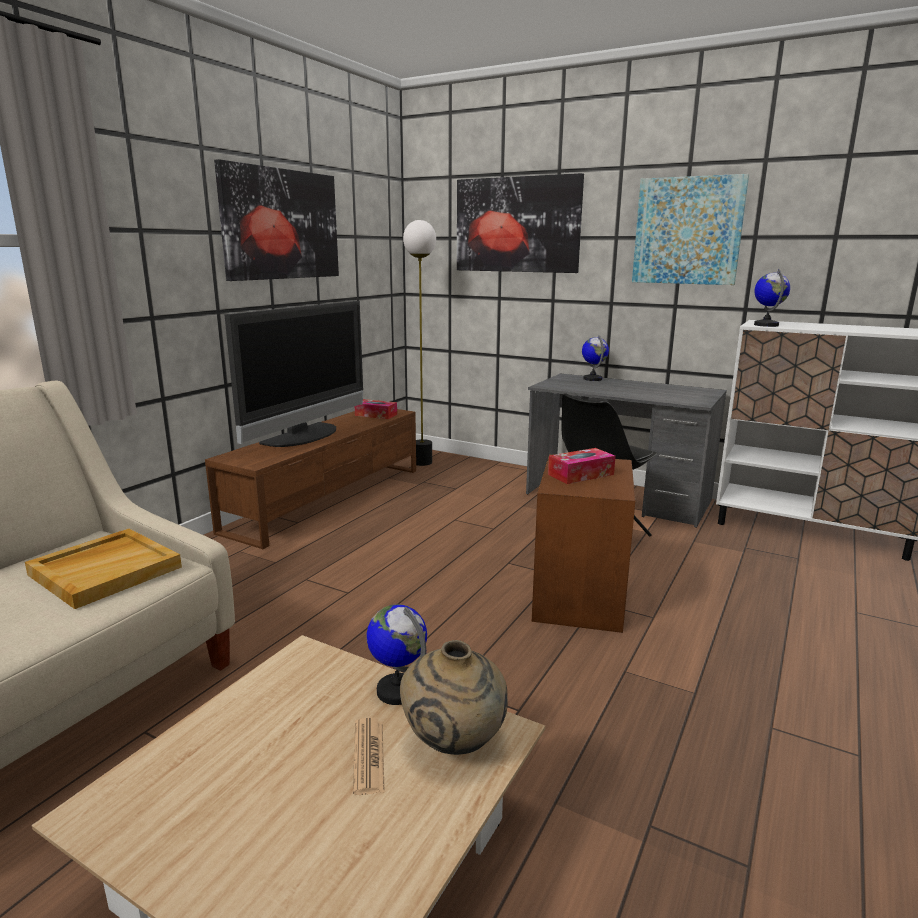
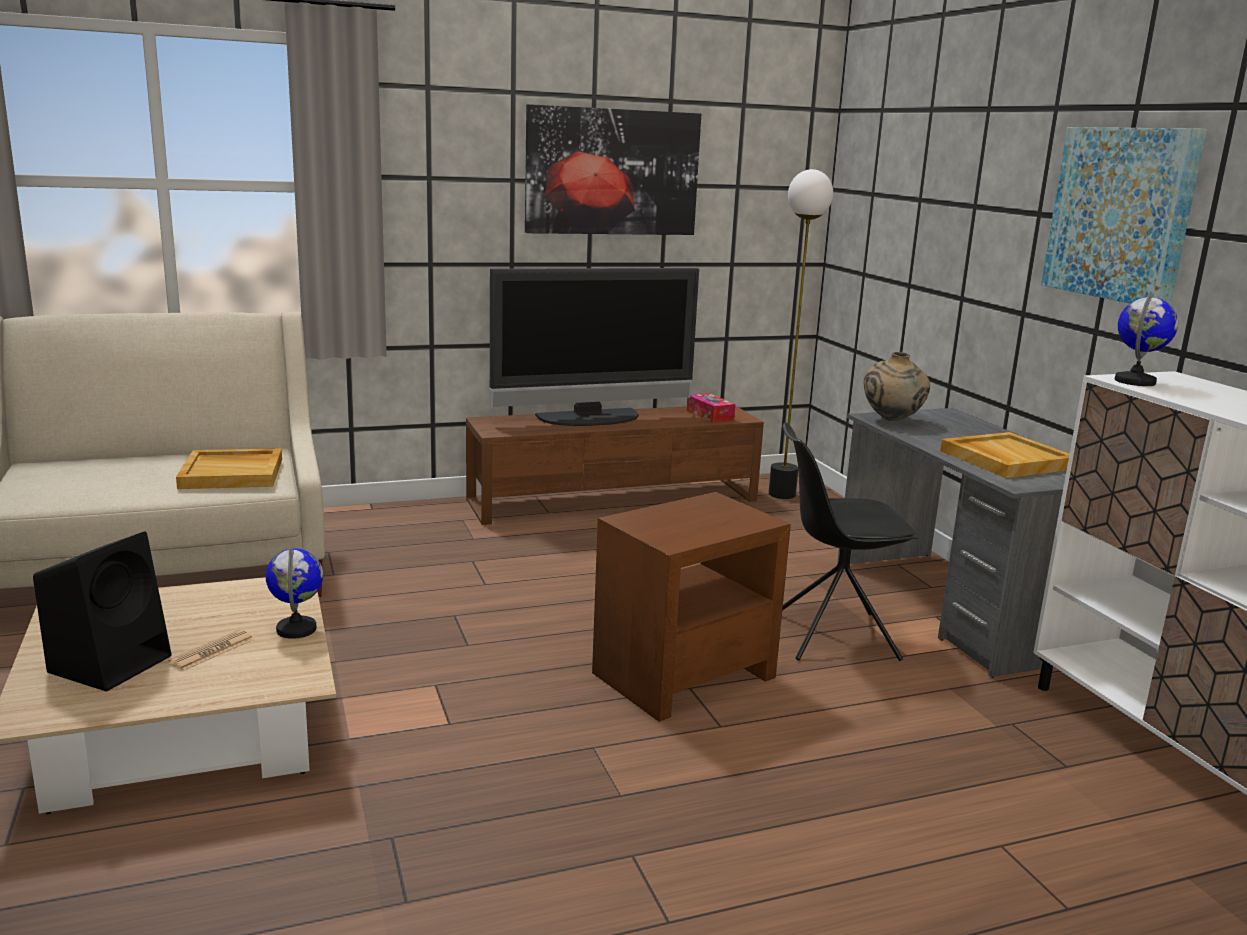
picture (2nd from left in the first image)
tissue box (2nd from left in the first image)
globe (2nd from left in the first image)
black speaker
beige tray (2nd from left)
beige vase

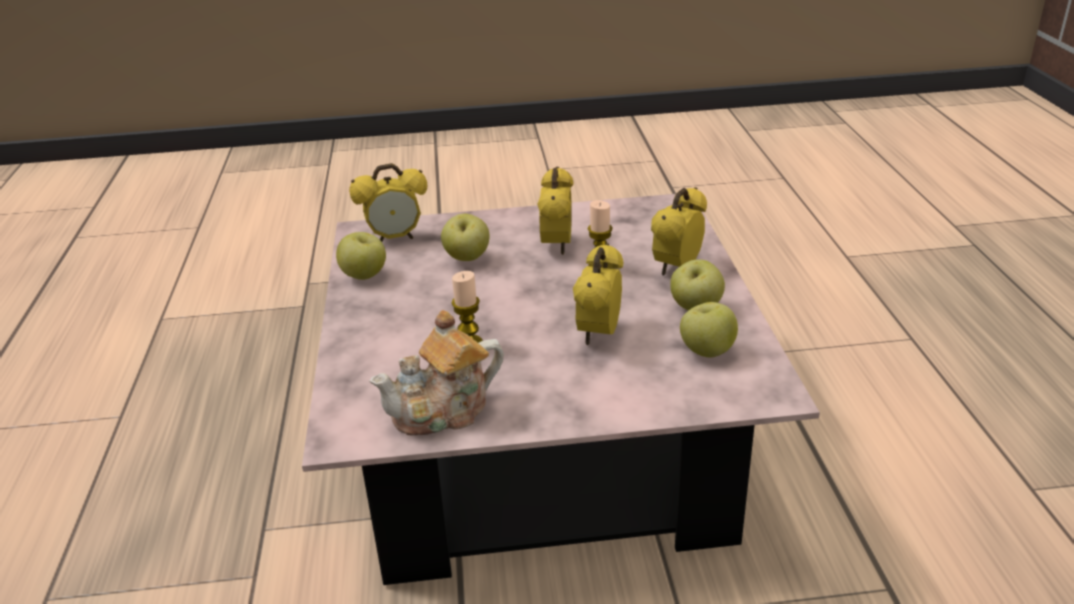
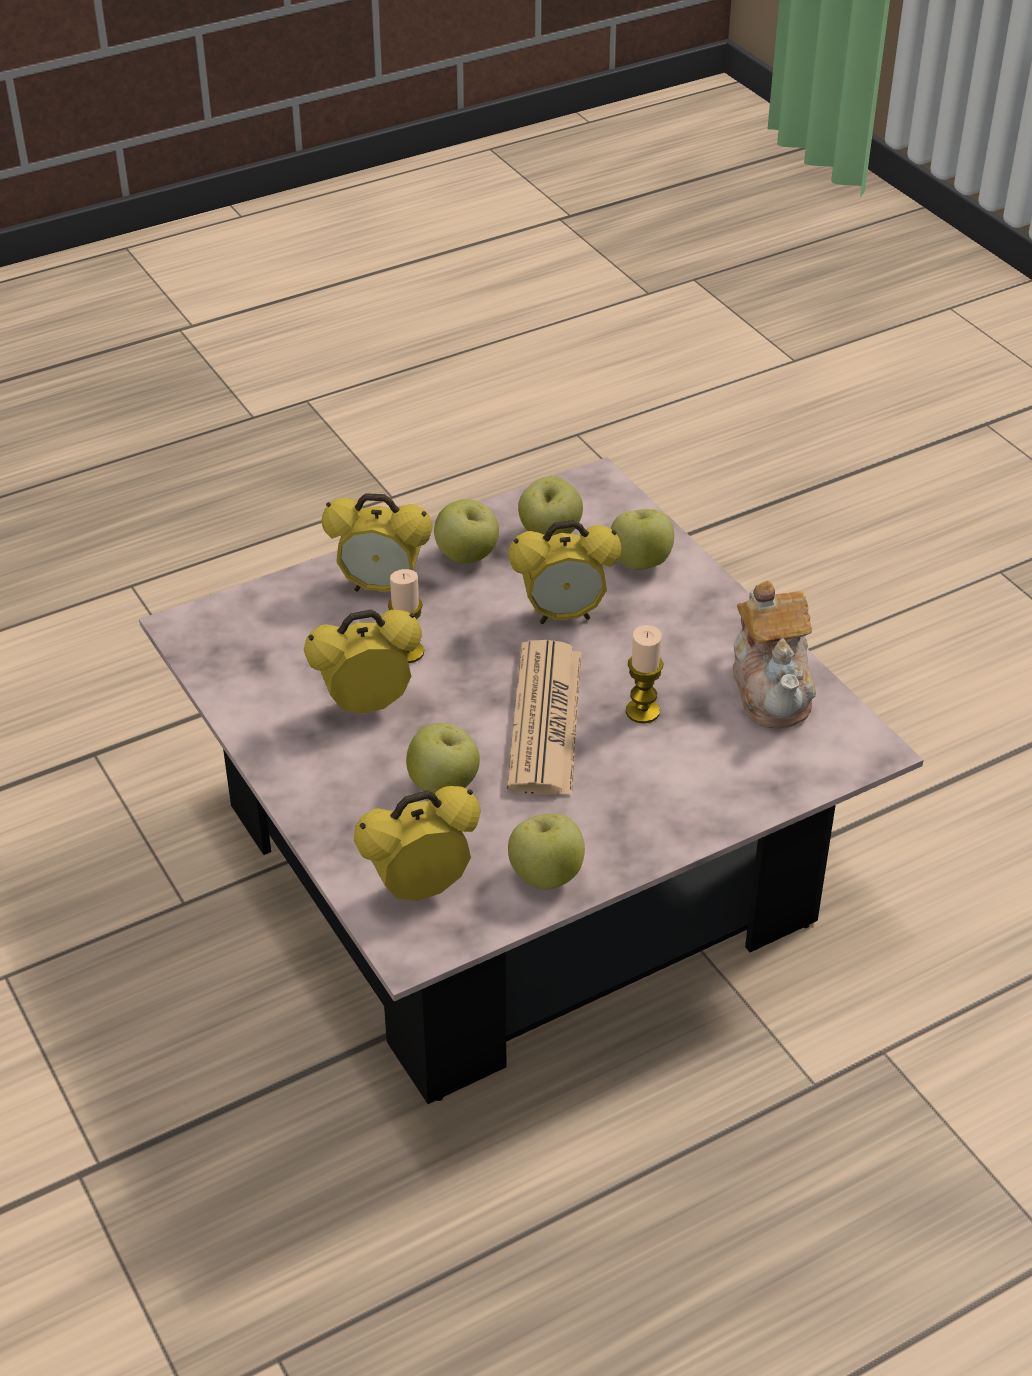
newspaper
apple (5th from left)
alarm clock (3rd from left)
teapot

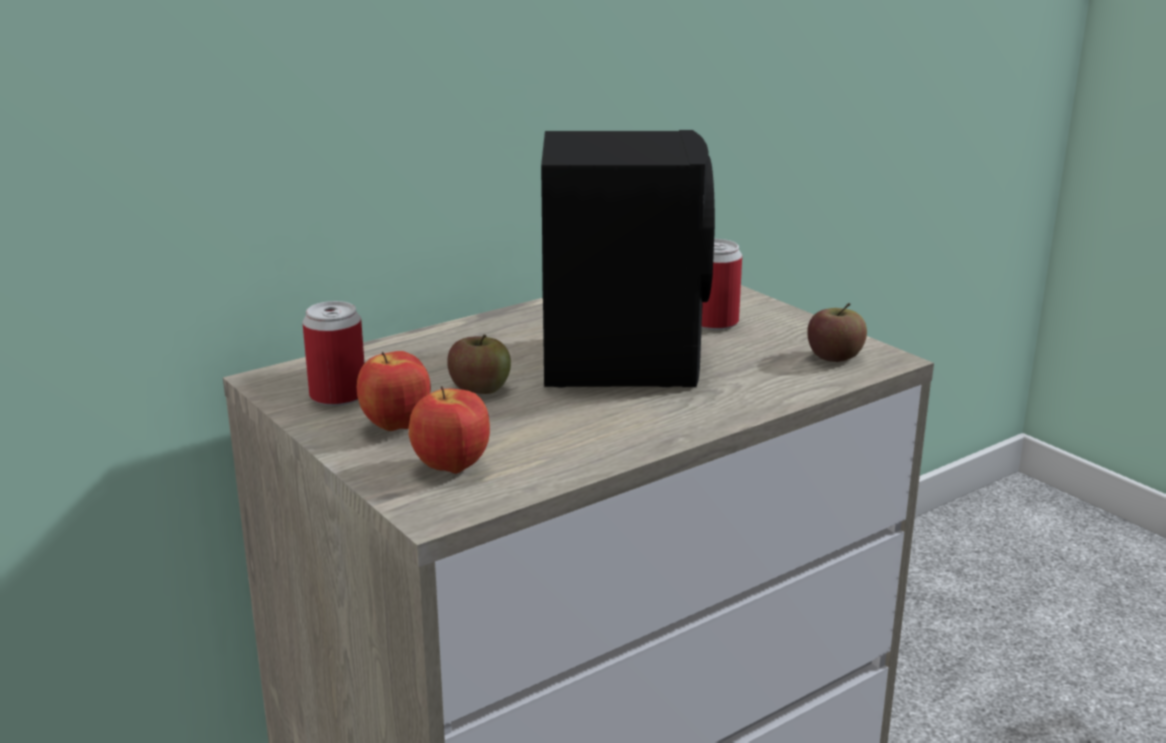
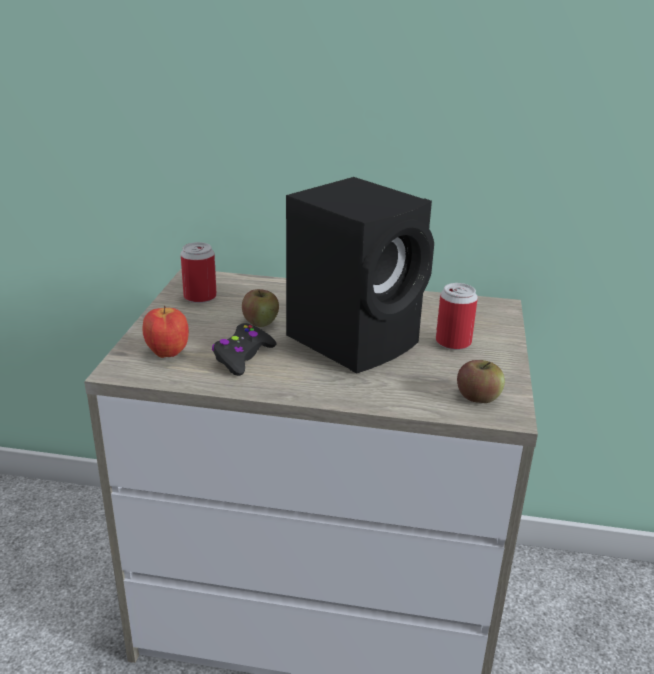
apple (1st from left in the first image)
black game controller

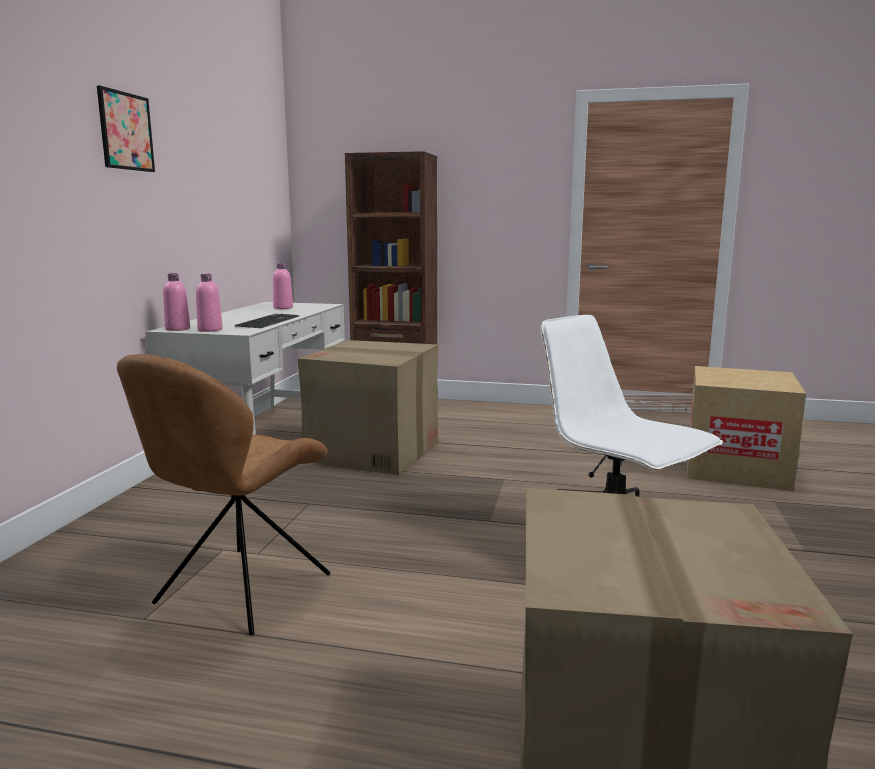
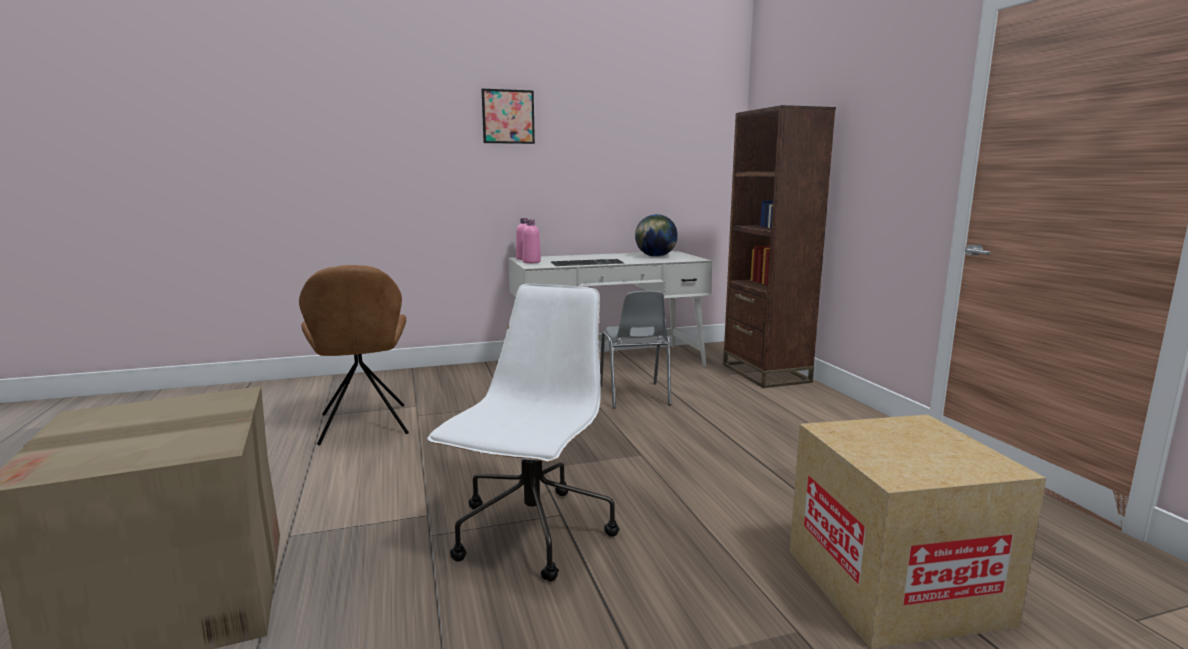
globe
grey chair
brown chair

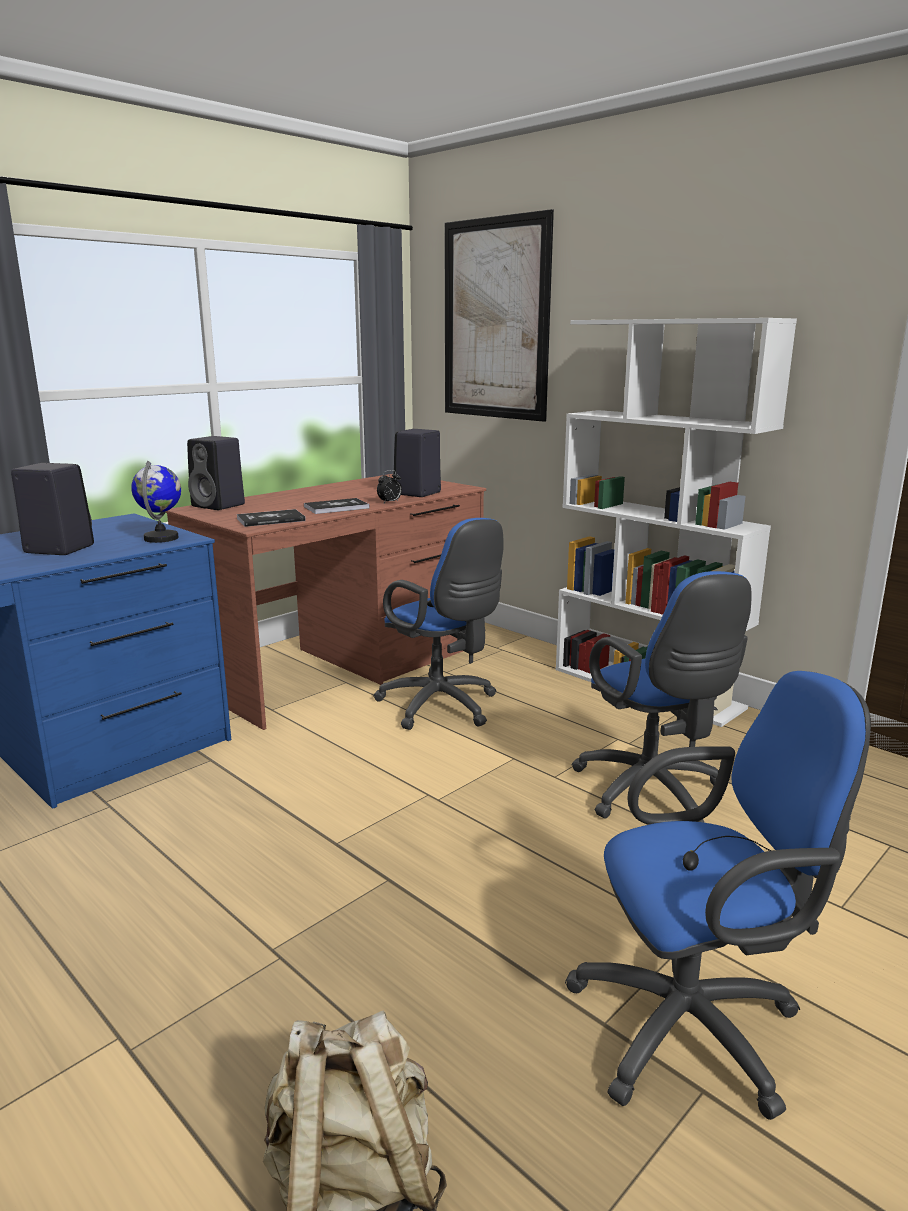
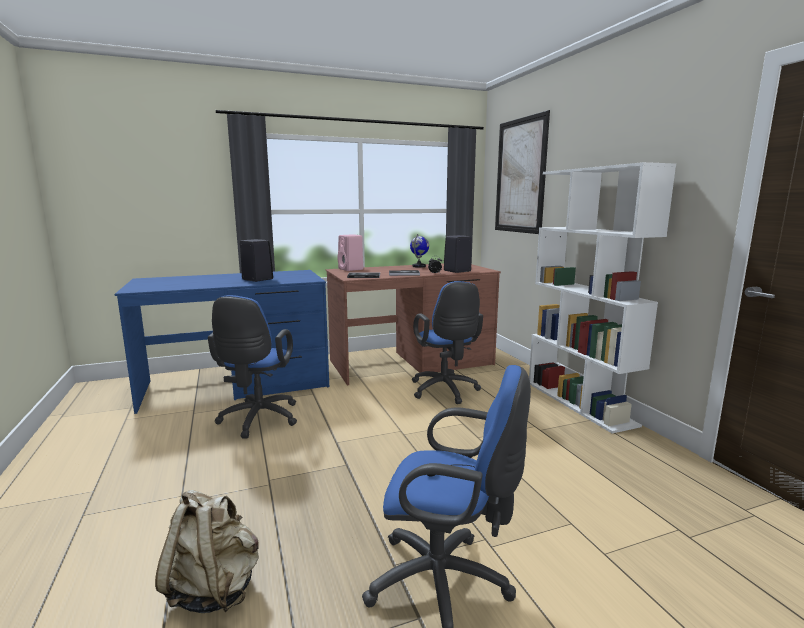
globe
blue office chair (1st from left)
pink speaker

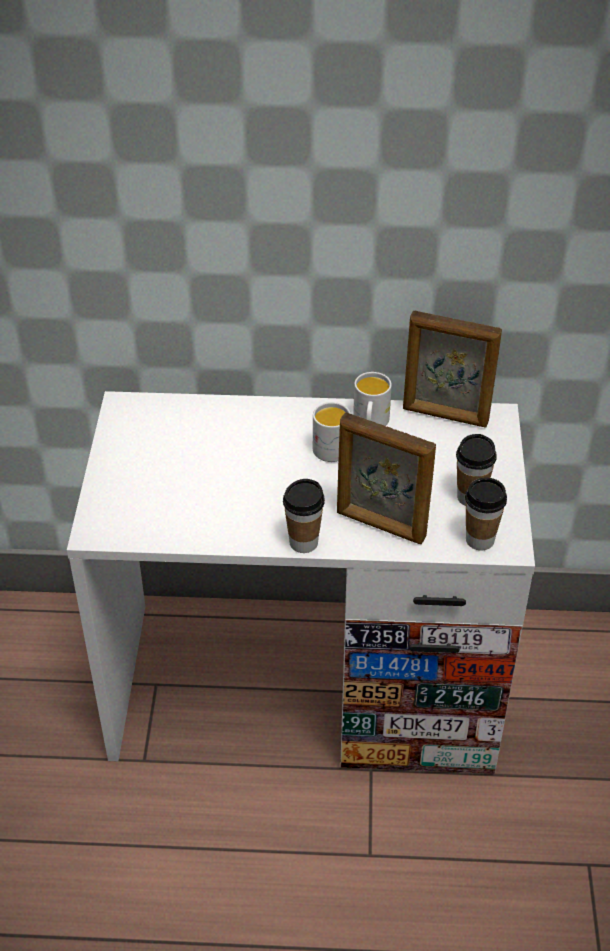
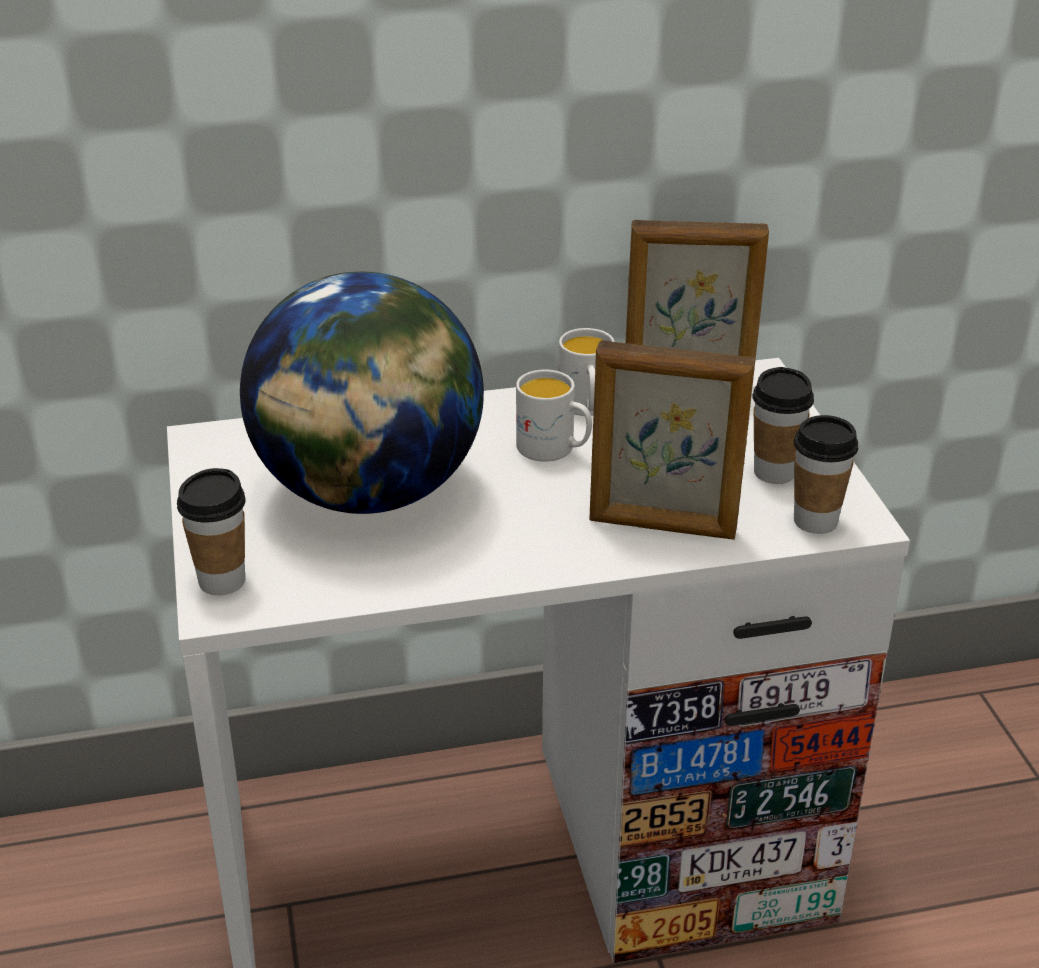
globe
cup (1st from left)

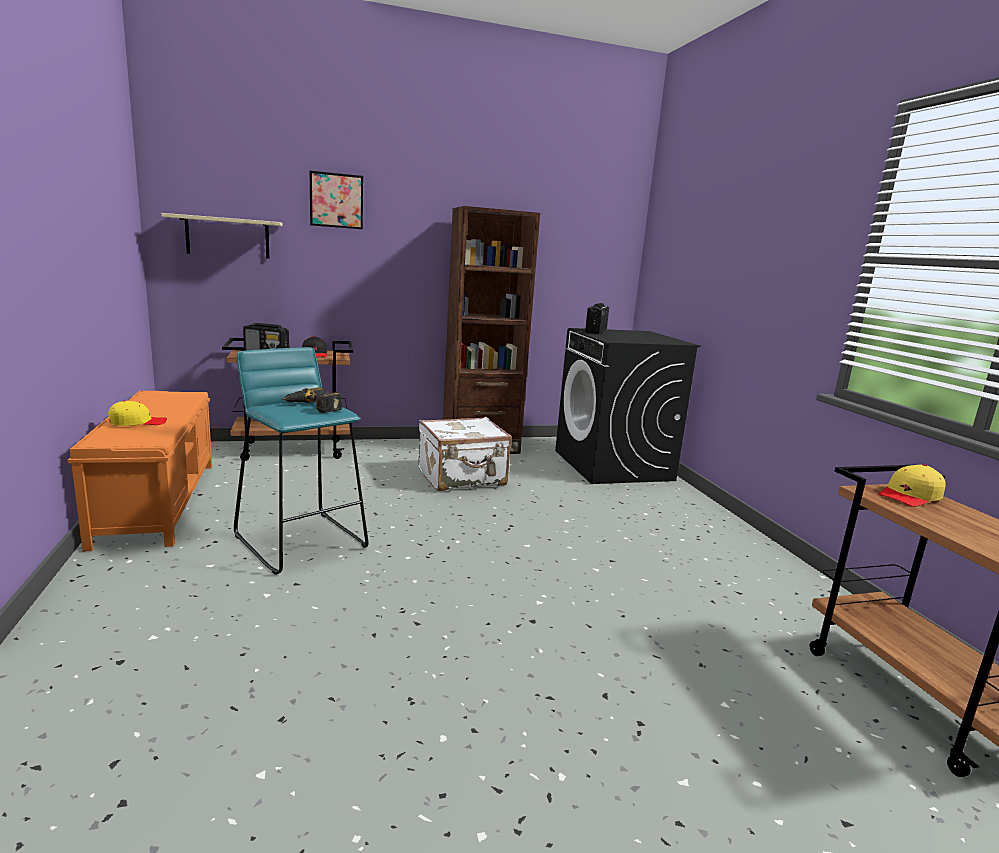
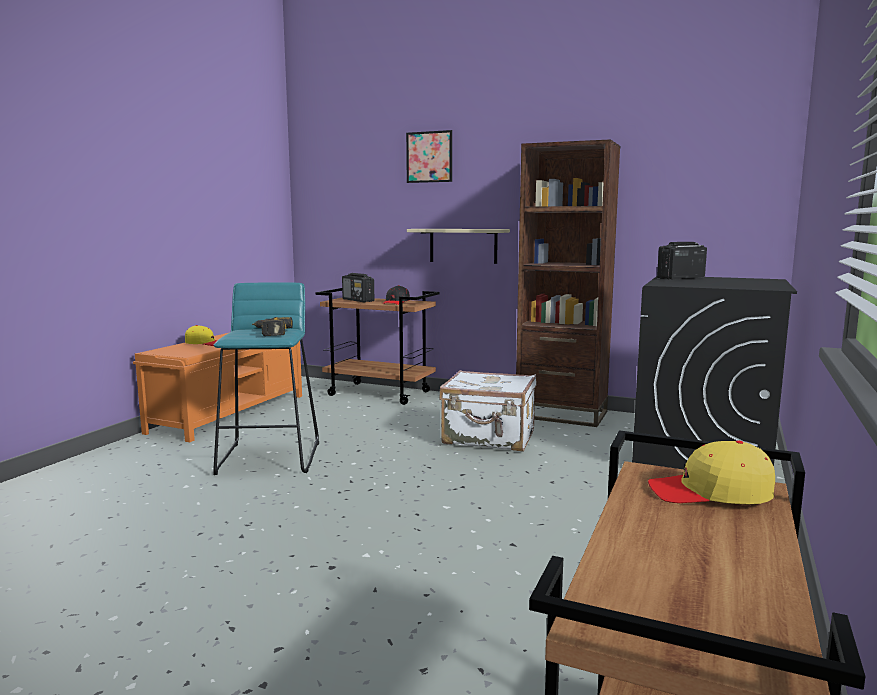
beige shelf

